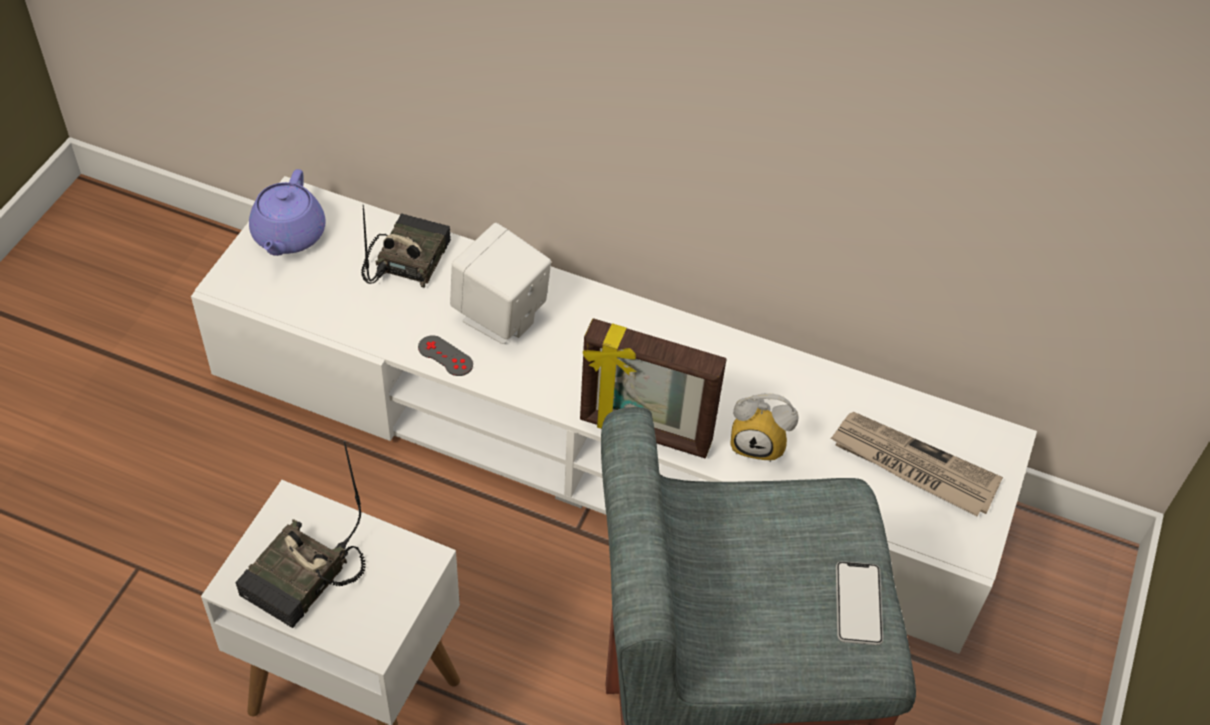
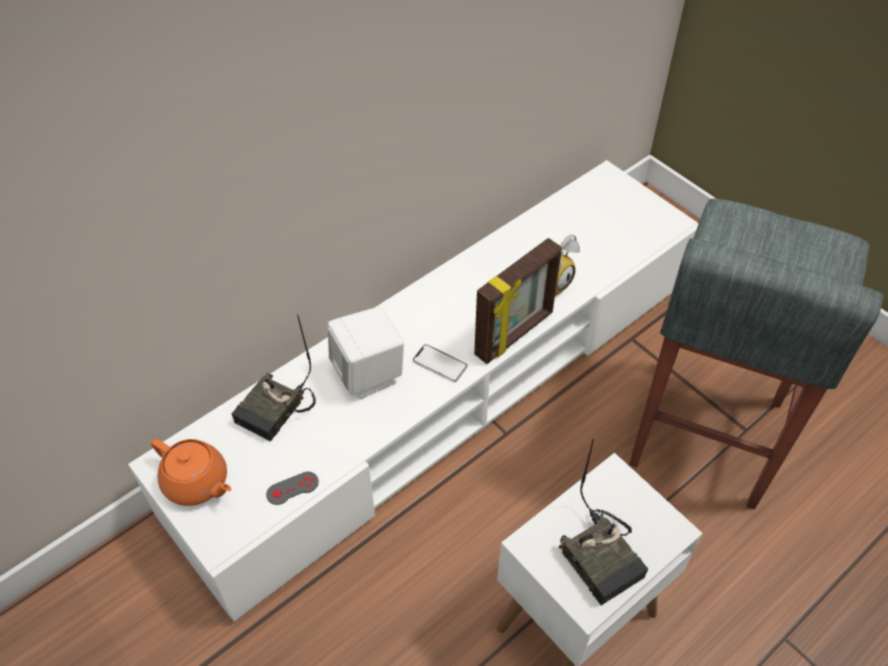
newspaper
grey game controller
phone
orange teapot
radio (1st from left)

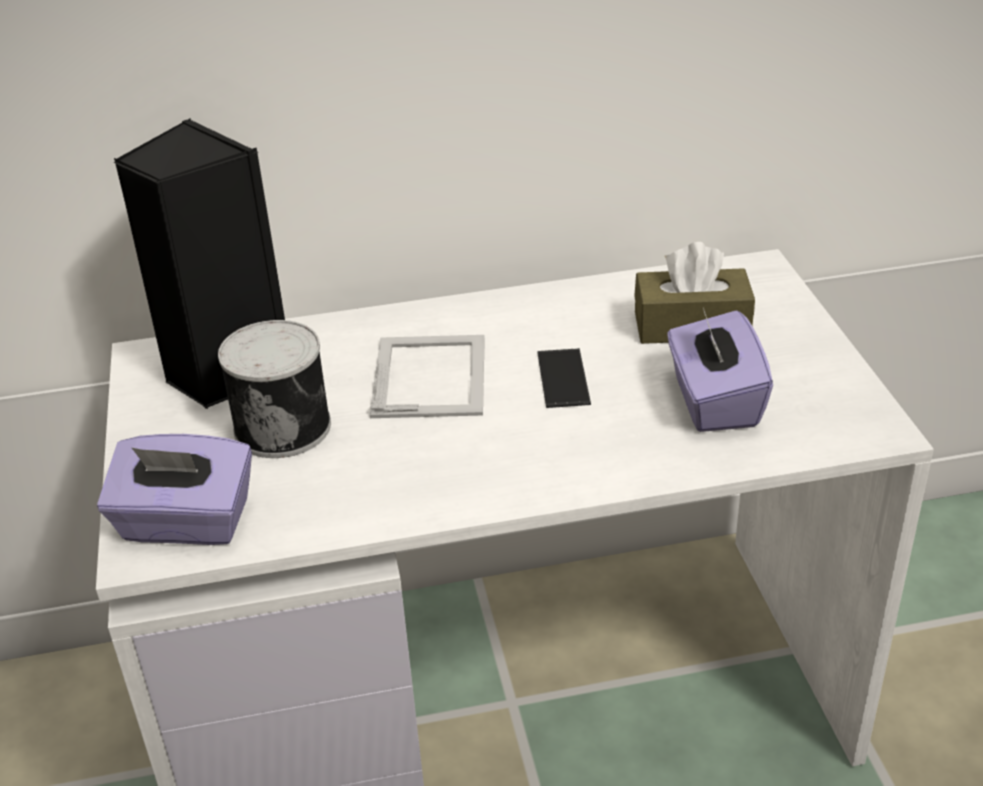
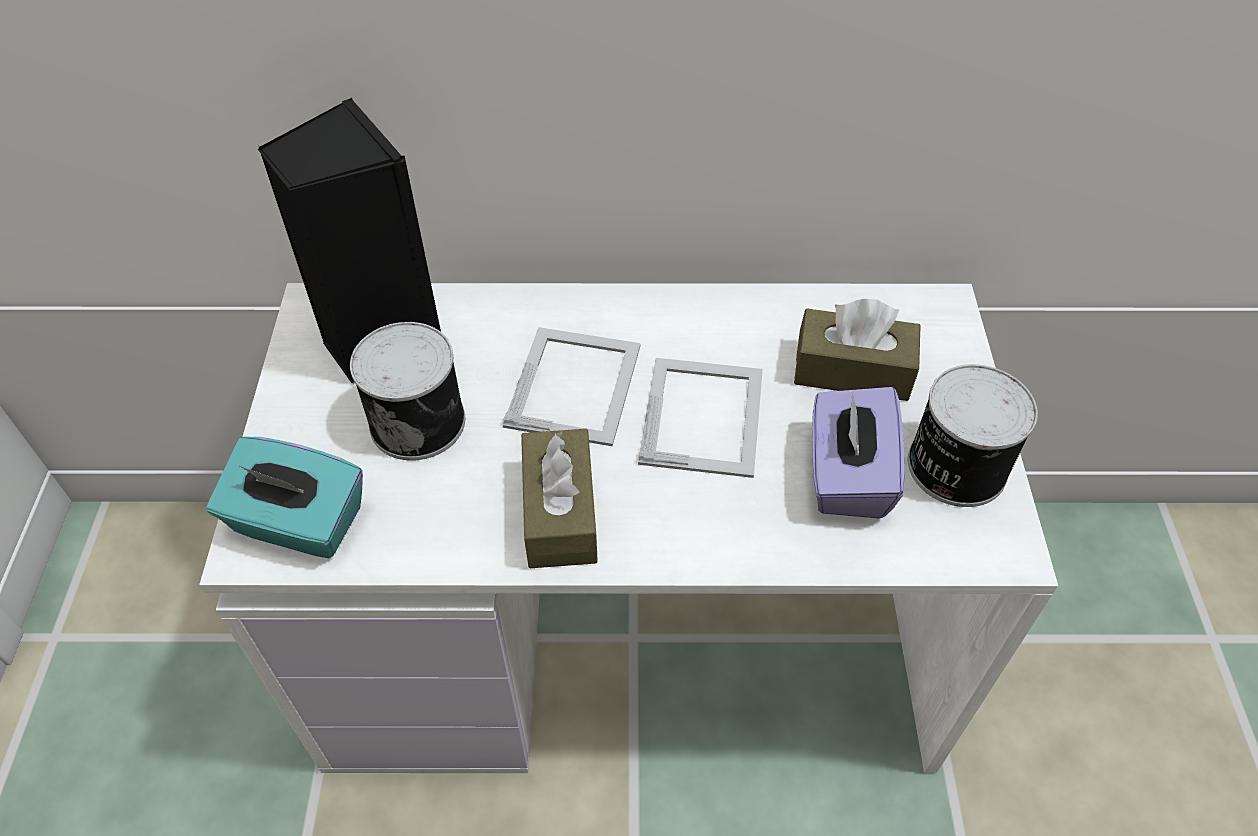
brown tissue box (1st from left)
can (2nd from left)
picture frame (2nd from left)
turquoise tissue box

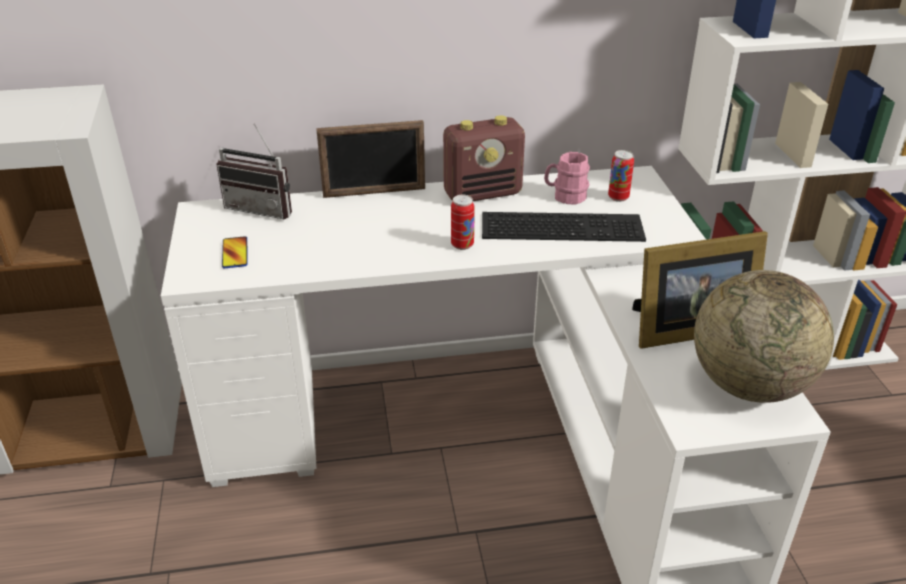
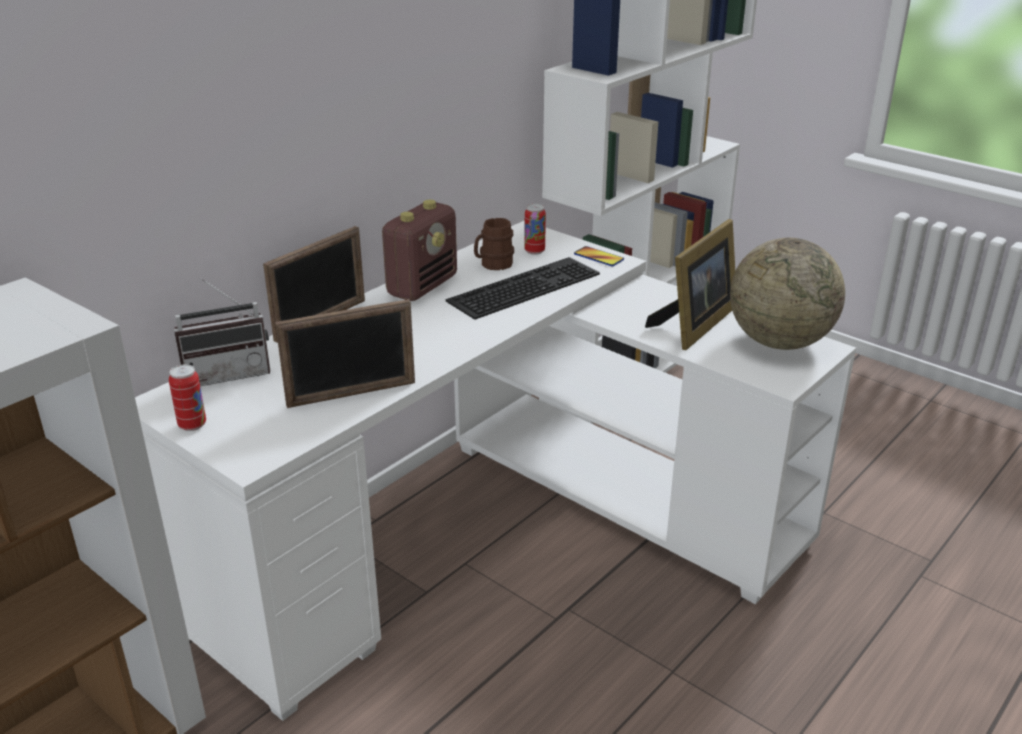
picture frame (2nd from left)
phone
can (1st from left)
brown mug

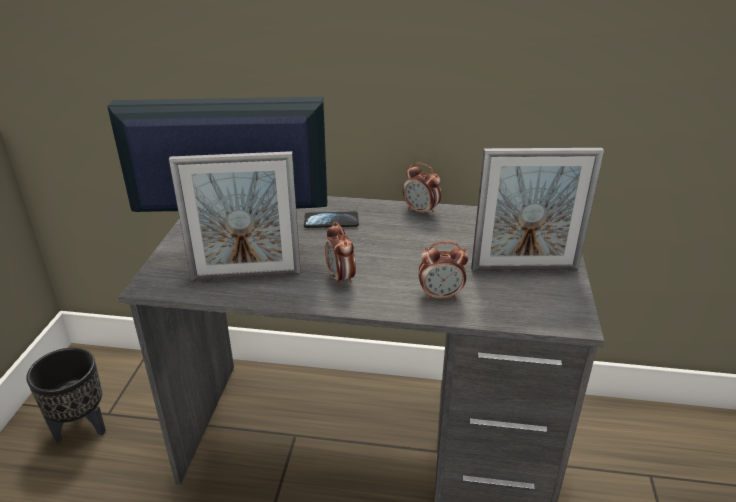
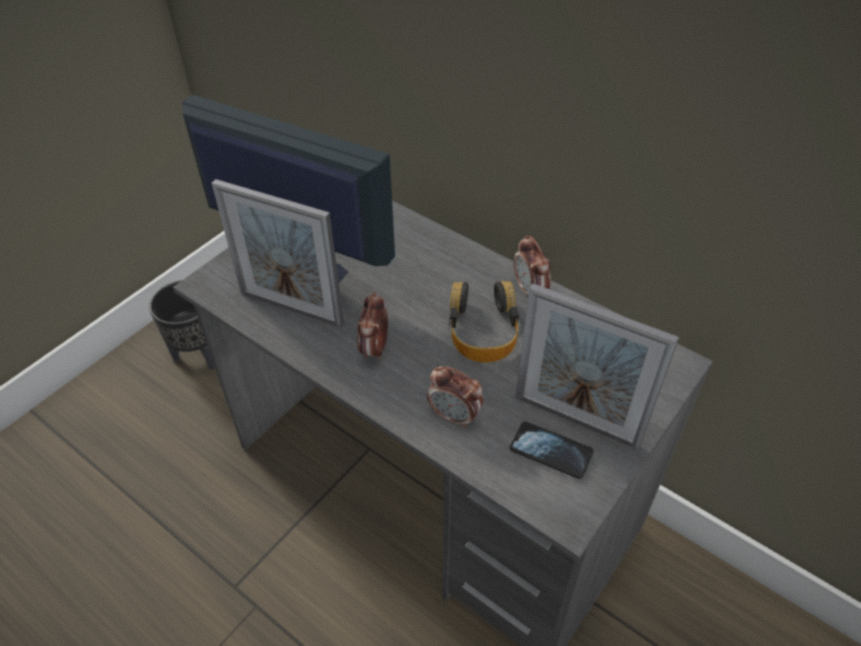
headphones
phone

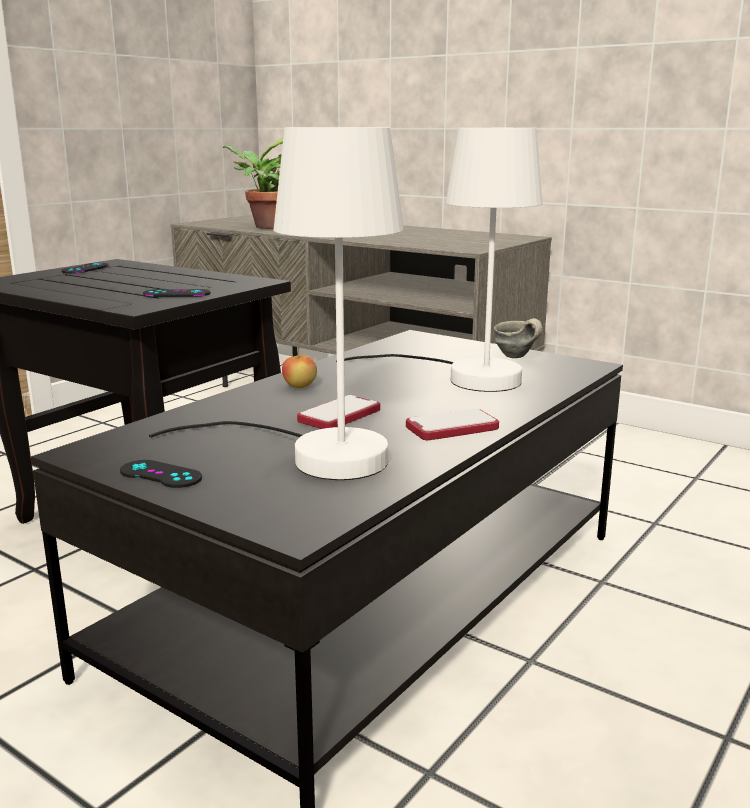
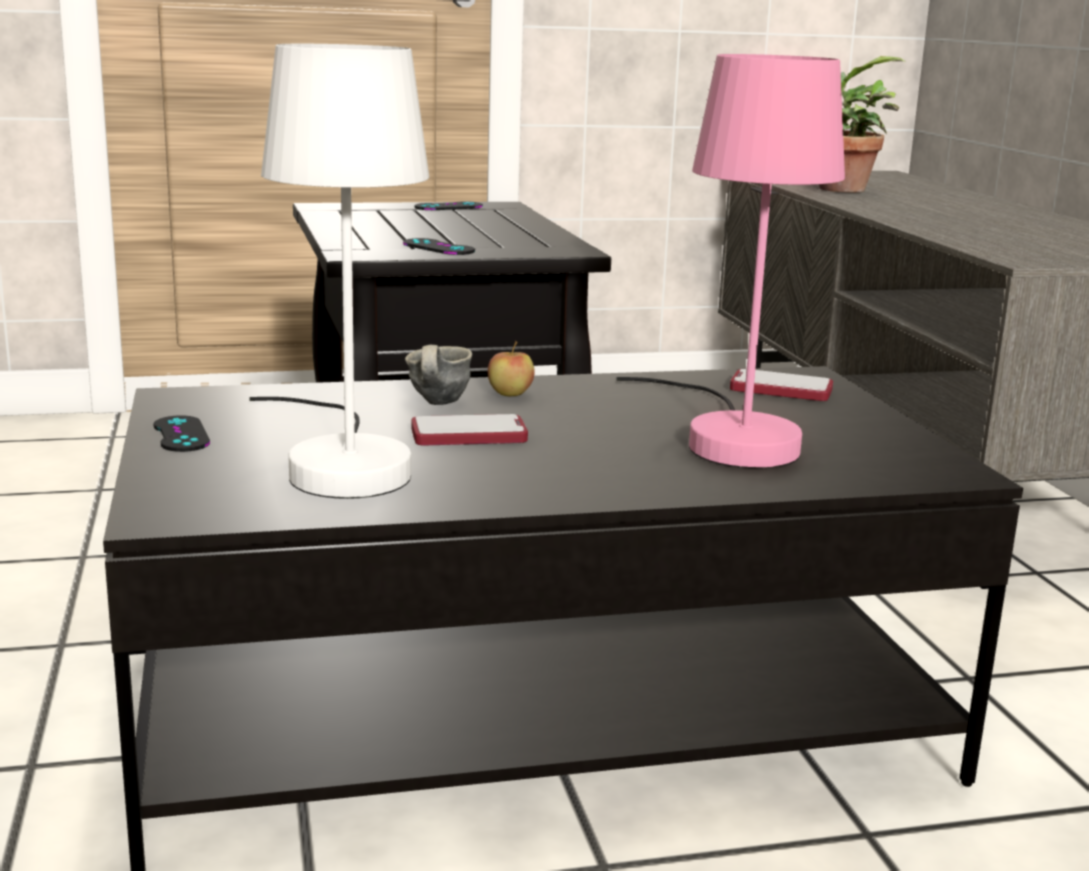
phone (2nd from left)
grey mug
pink table lamp

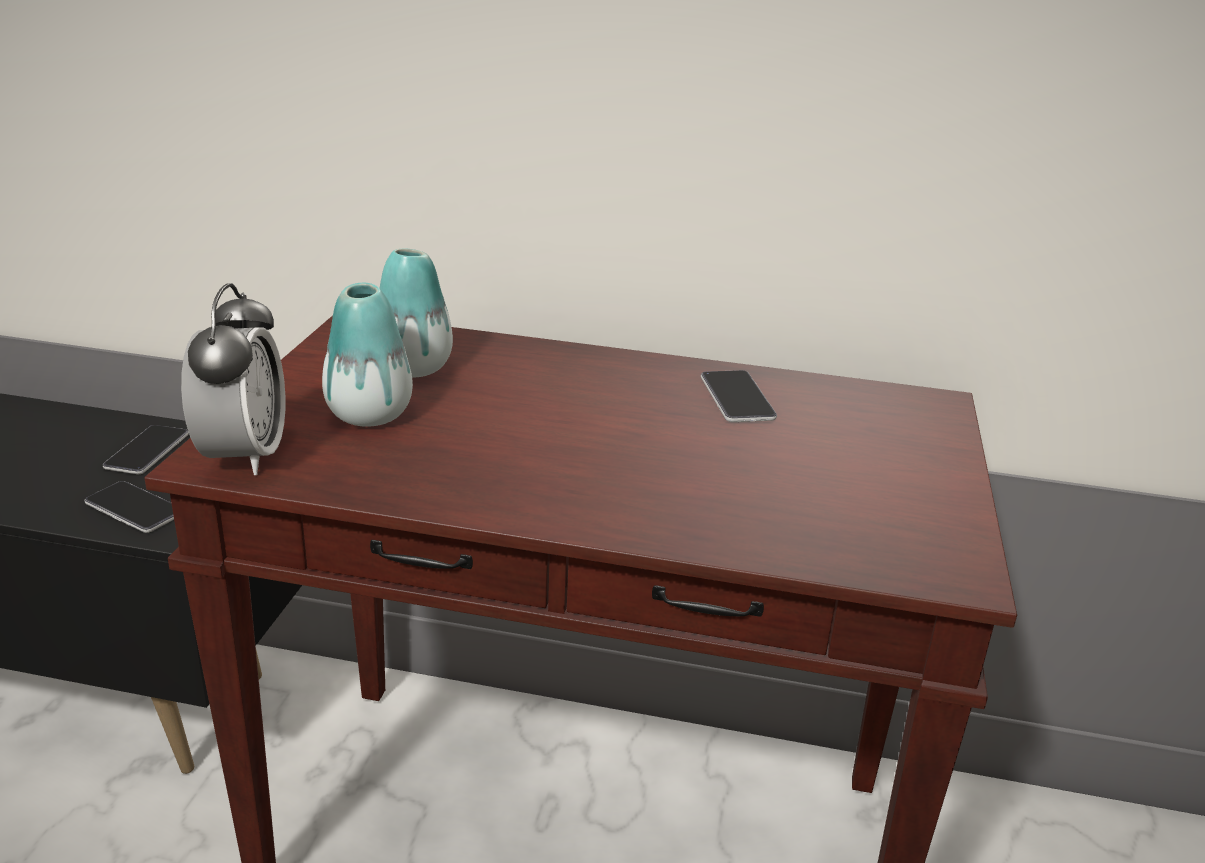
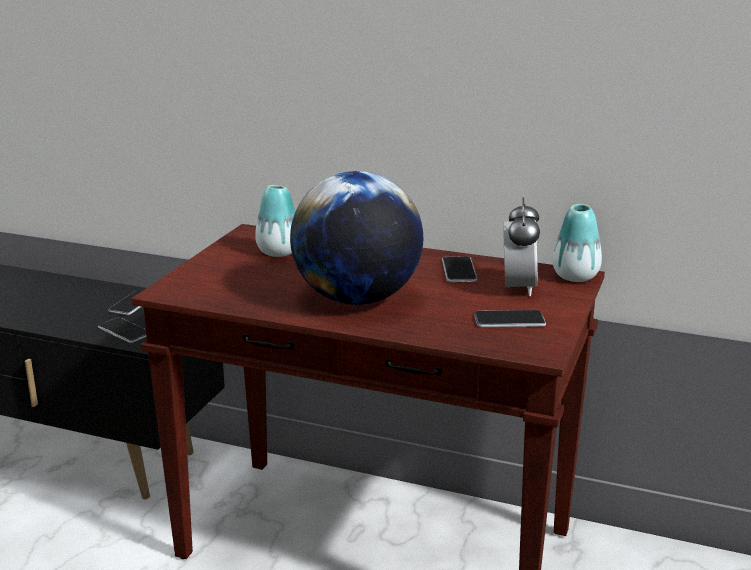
globe
phone (4th from left)
alarm clock
vase (2nd from left)

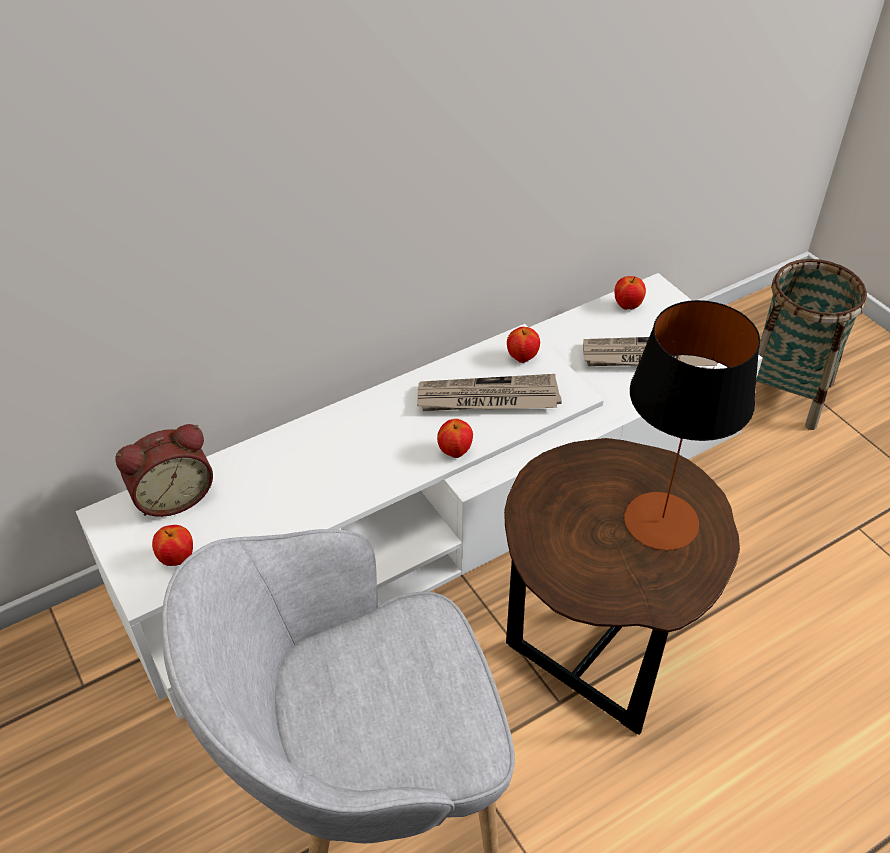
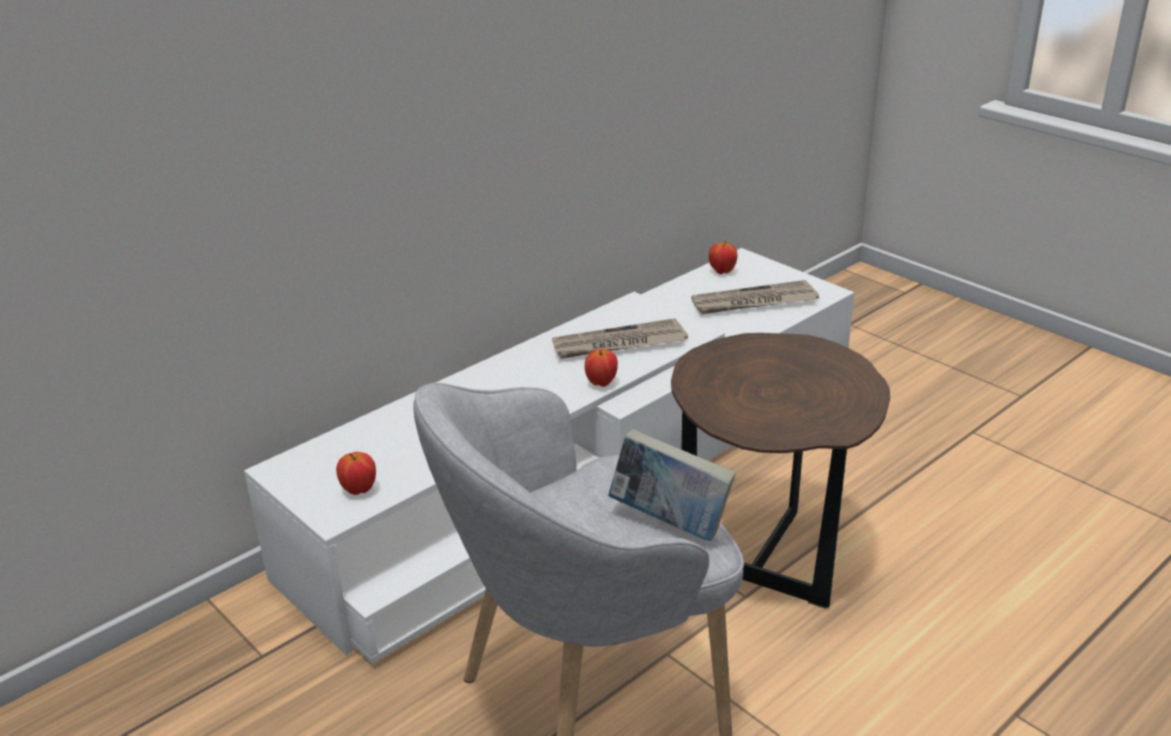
alarm clock
apple (3rd from left in the first image)
table lamp
basket
book

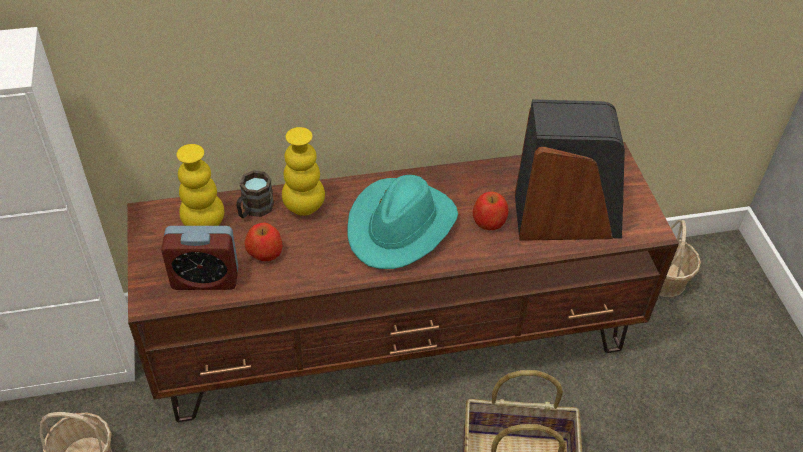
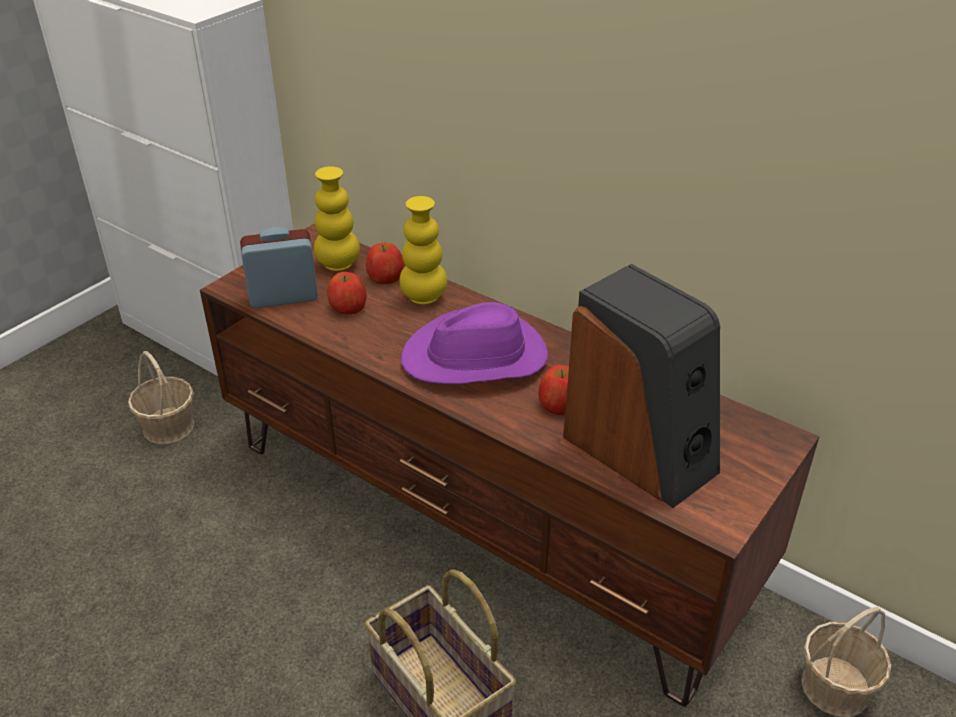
apple (2nd from left)
purple hat
alarm clock

